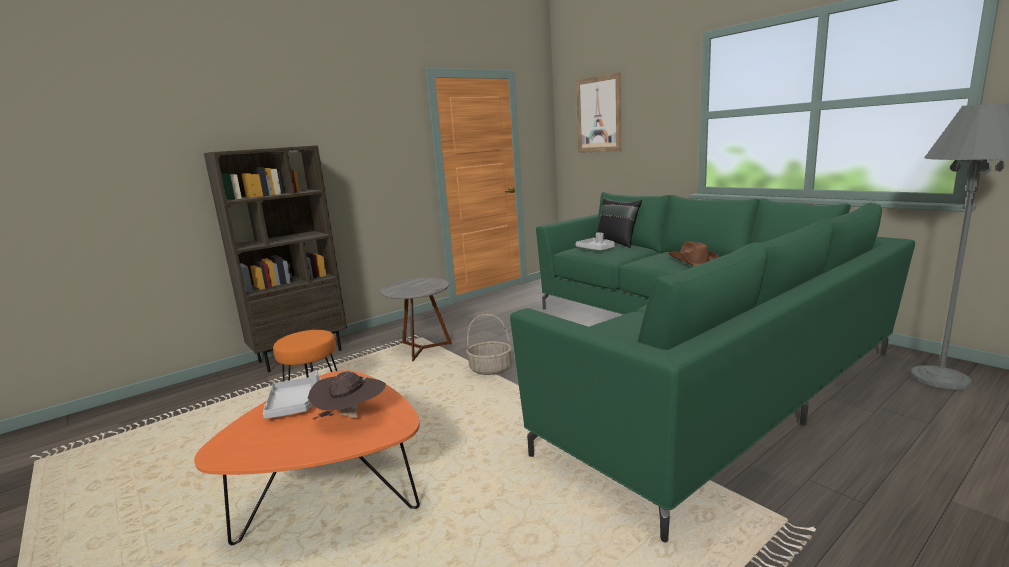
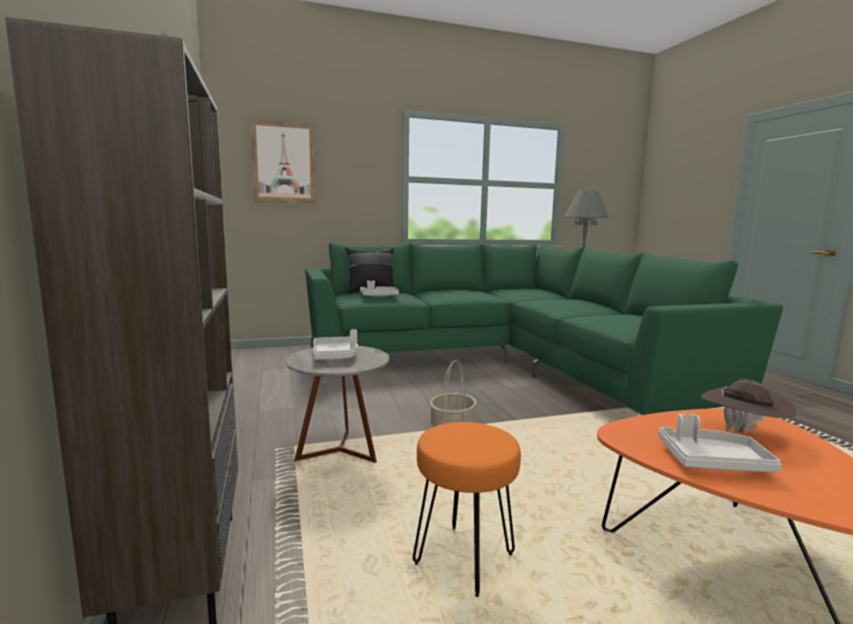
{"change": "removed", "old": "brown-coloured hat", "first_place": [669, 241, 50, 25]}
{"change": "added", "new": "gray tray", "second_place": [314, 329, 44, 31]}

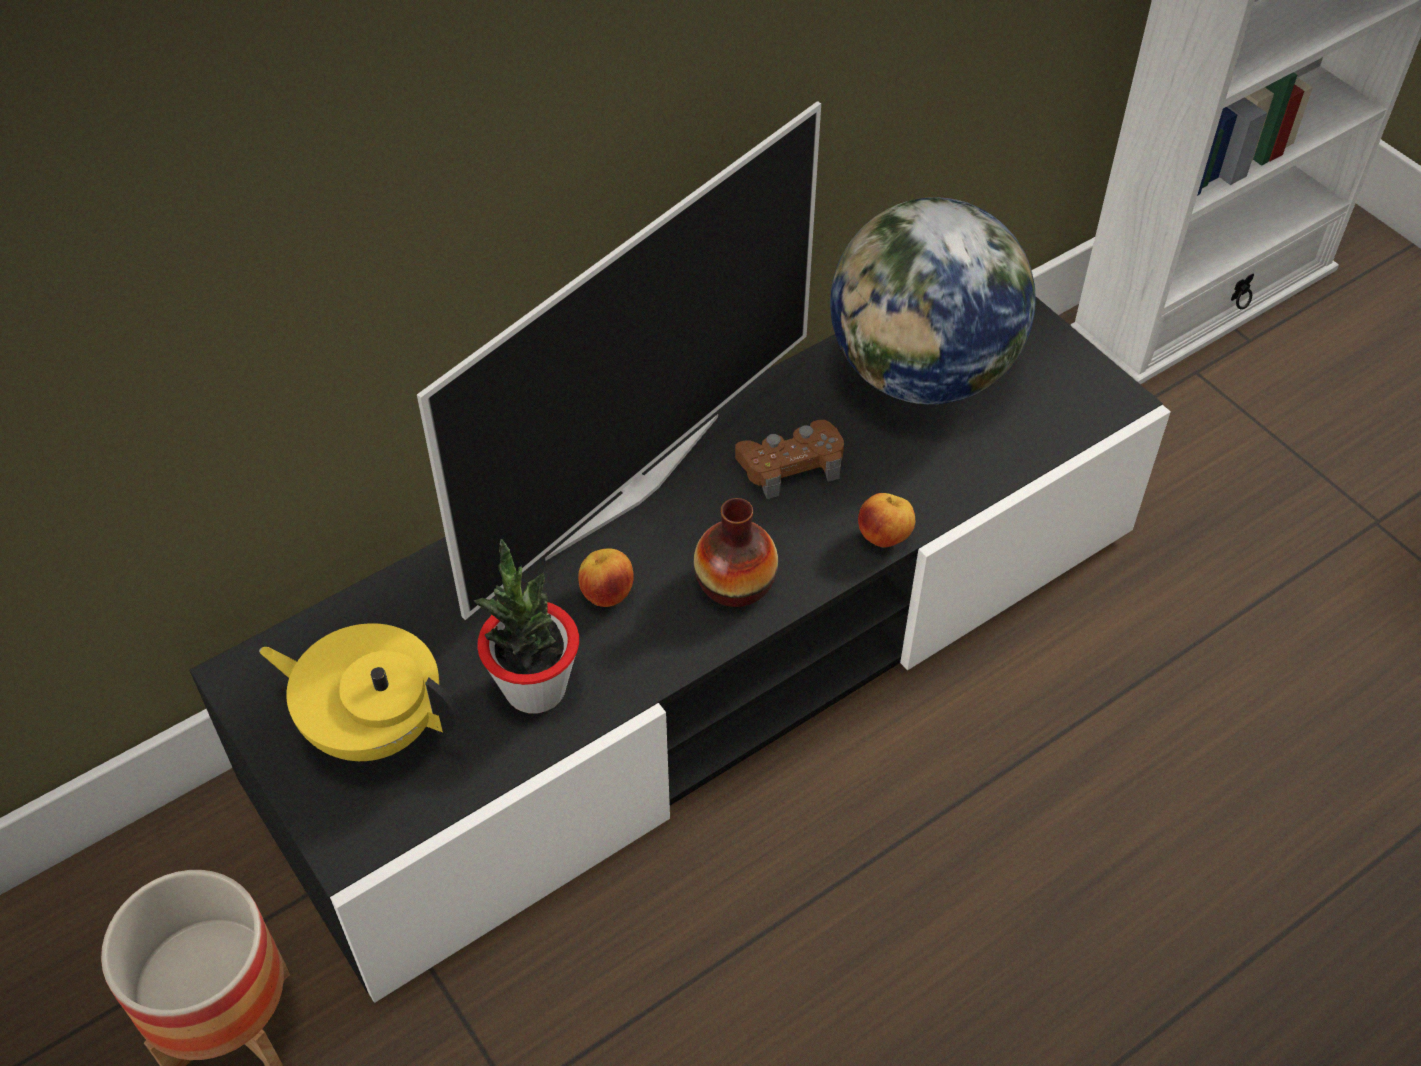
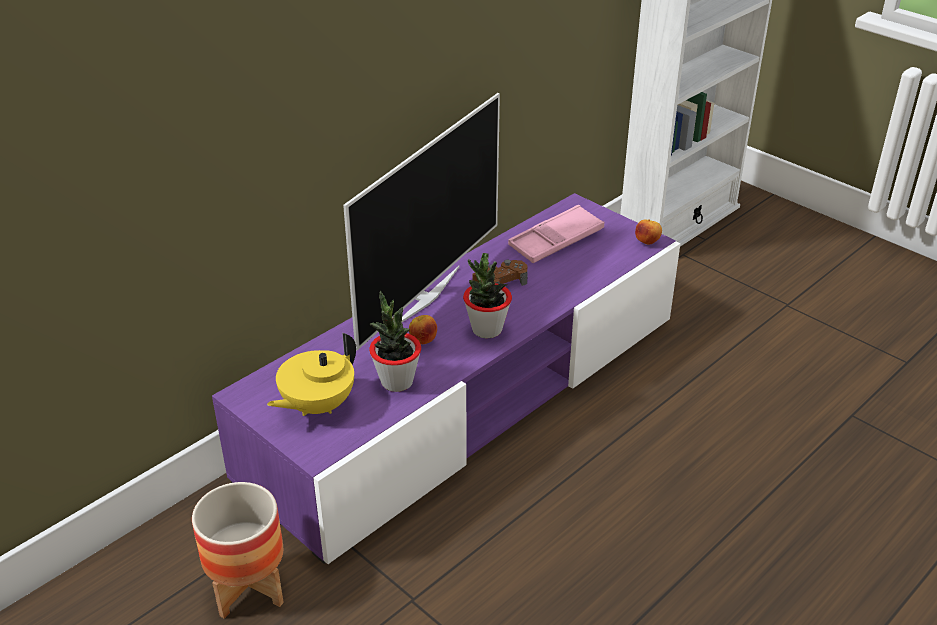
{"change": "moved", "old": "apple", "first_place": [858, 493, 57, 54], "second_place": [635, 219, 27, 26]}
{"change": "replaced", "old": "flower vase", "new": "plant in a pot", "first_place": [694, 498, 84, 109], "second_place": [463, 253, 49, 85]}
{"change": "replaced", "old": "world globe", "new": "pinkish tray", "first_place": [830, 197, 205, 207], "second_place": [508, 205, 96, 58]}
{"change": "recoloured", "old": "black tv unit", "new": "purple-coloured tv unit", "first_place": [189, 296, 982, 707], "second_place": [212, 193, 468, 371]}
{"change": "turned", "old": "yellowish teapot", "first_place": [259, 623, 200, 138], "second_place": [267, 333, 89, 83], "degrees": -60}

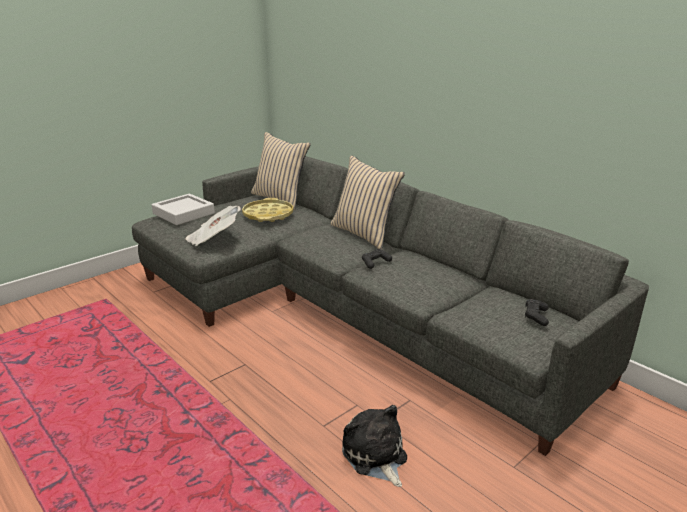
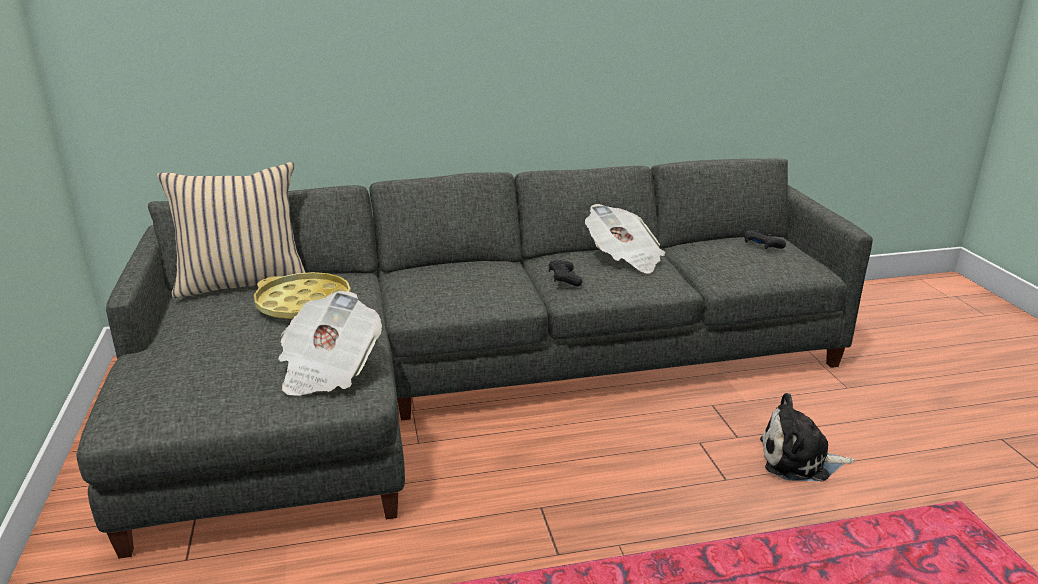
{"change": "removed", "old": "gray tray", "first_place": [152, 194, 63, 31]}
{"change": "removed", "old": "beige throw pillow", "first_place": [331, 155, 74, 95]}
{"change": "added", "new": "newspaper", "second_place": [585, 204, 80, 70]}

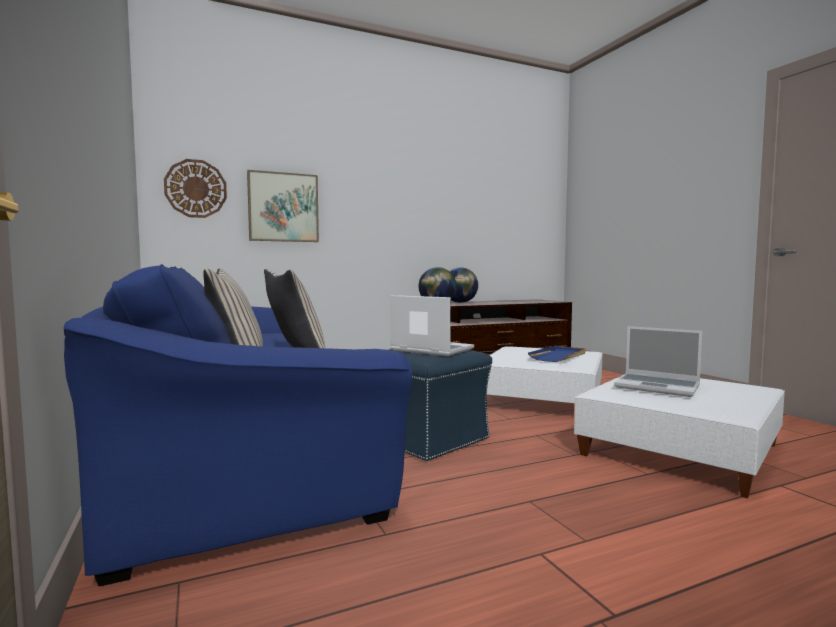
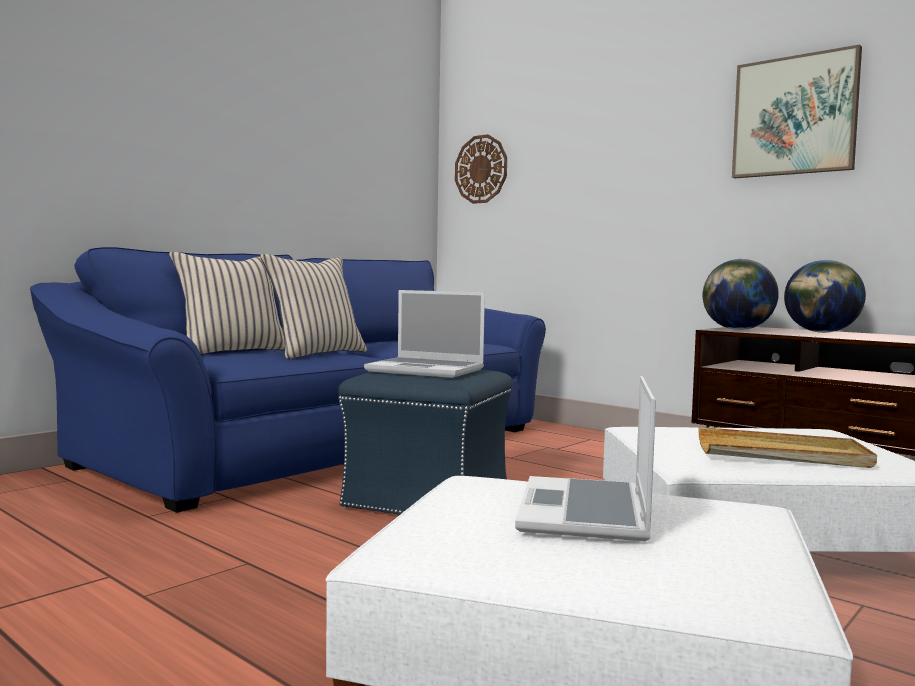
{"change": "moved", "old": "wall picture", "first_place": [247, 170, 72, 72], "second_place": [732, 44, 130, 134]}
{"change": "recoloured", "old": "blue tray", "new": "beige tray", "first_place": [528, 346, 57, 16], "second_place": [699, 427, 178, 41]}
{"change": "turned", "old": "portable computer", "first_place": [390, 295, 84, 61], "second_place": [364, 290, 121, 88], "degrees": 105}

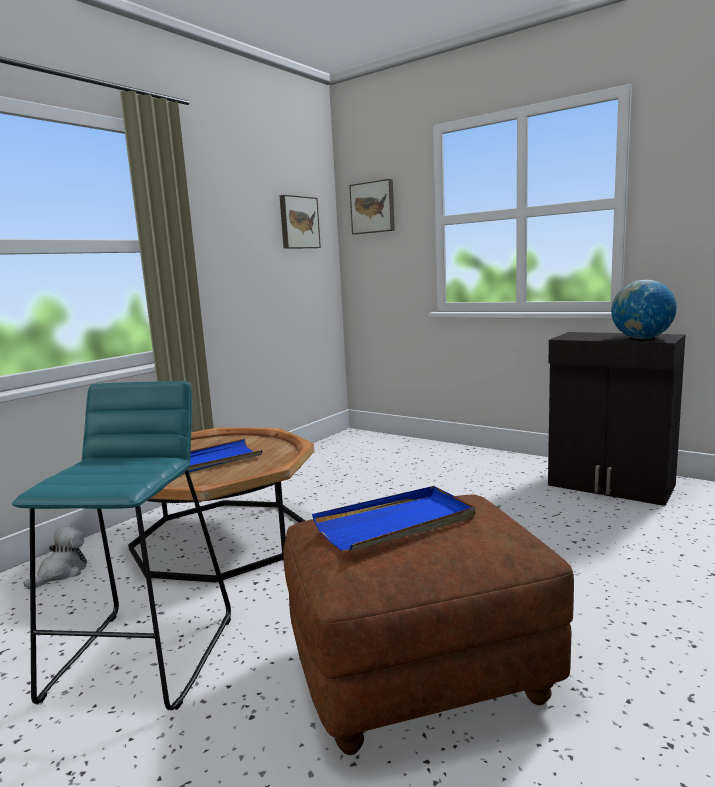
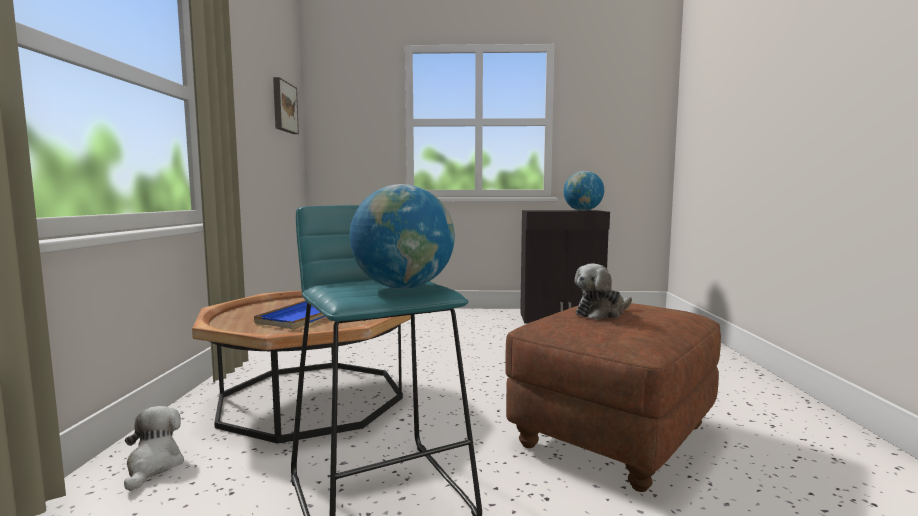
{"change": "removed", "old": "wall picture", "first_place": [349, 179, 46, 55]}
{"change": "added", "new": "world globe", "second_place": [349, 184, 106, 105]}
{"change": "replaced", "old": "blue tray", "new": "cuddly toy", "first_place": [312, 486, 163, 65], "second_place": [575, 264, 57, 56]}

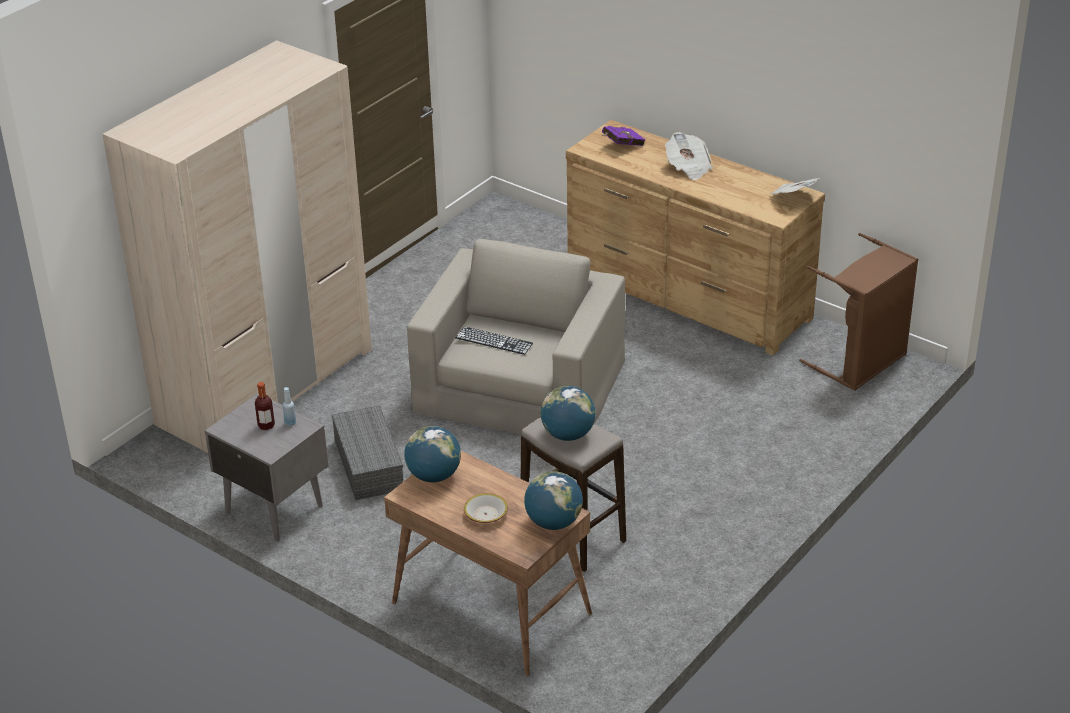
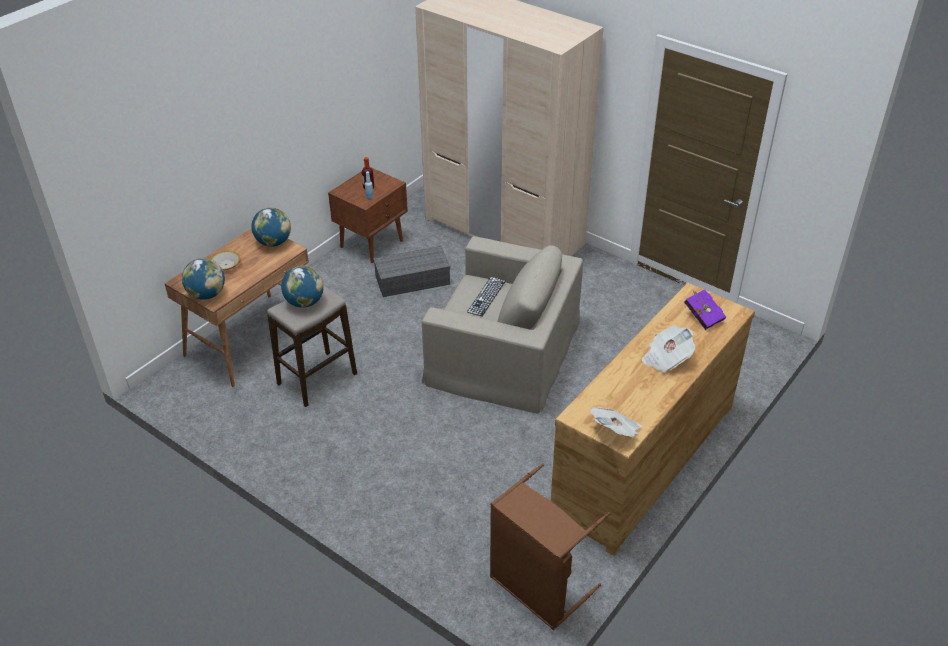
{"change": "recoloured", "old": "gray night table", "new": "brown-coloured night table", "first_place": [205, 393, 123, 149], "second_place": [328, 168, 80, 95]}

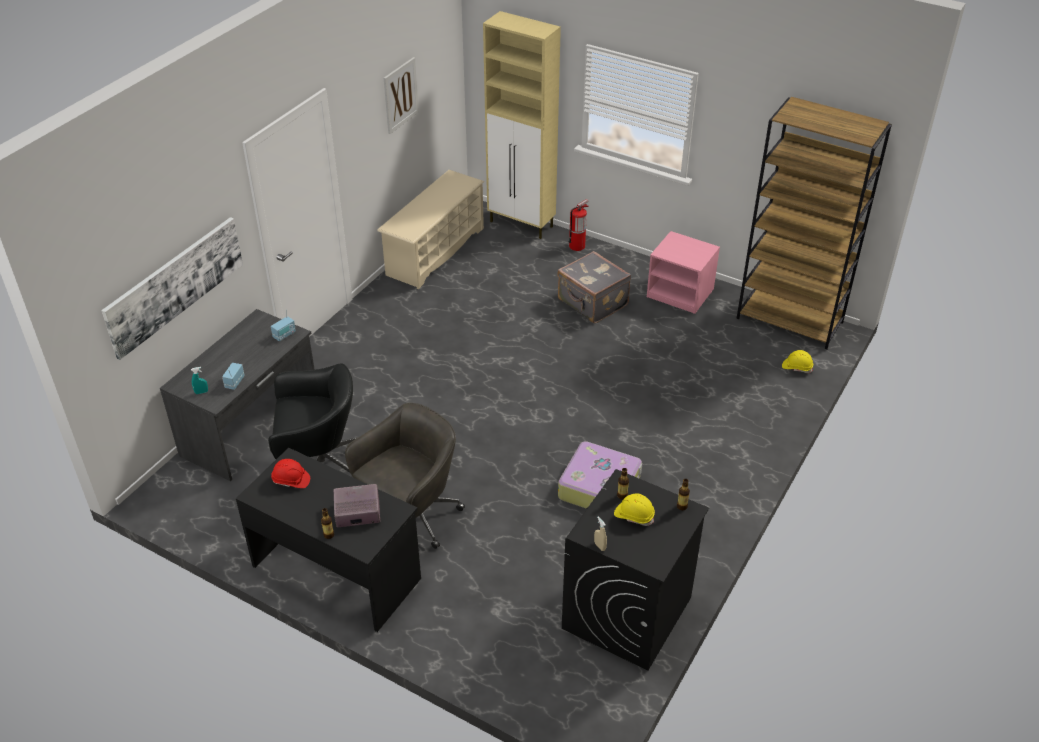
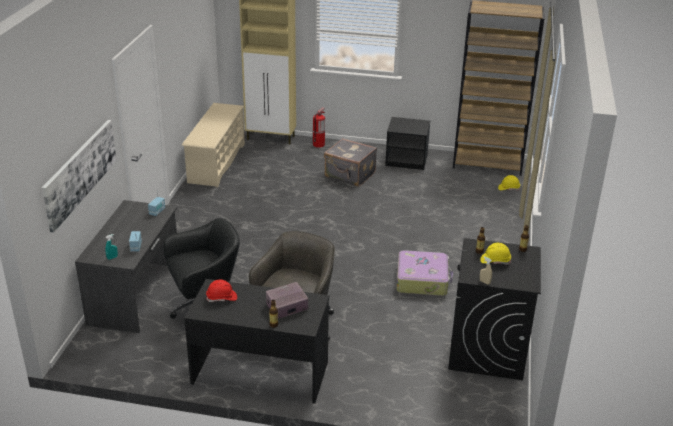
{"change": "removed", "old": "wall picture", "first_place": [384, 57, 35, 77]}
{"change": "recoloured", "old": "pinkish night table", "new": "black night table", "first_place": [647, 231, 73, 83], "second_place": [385, 117, 45, 53]}

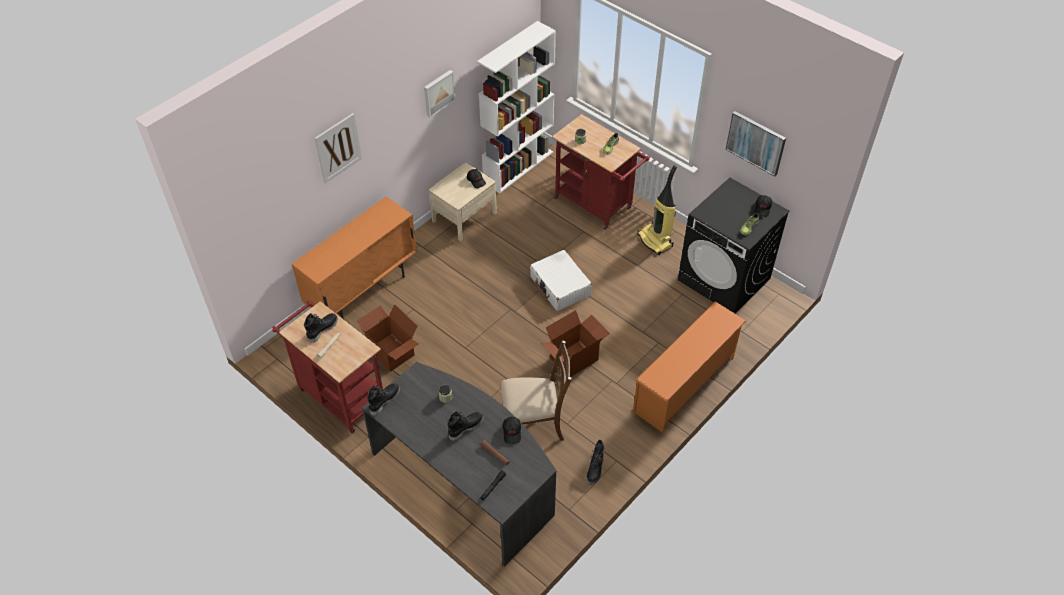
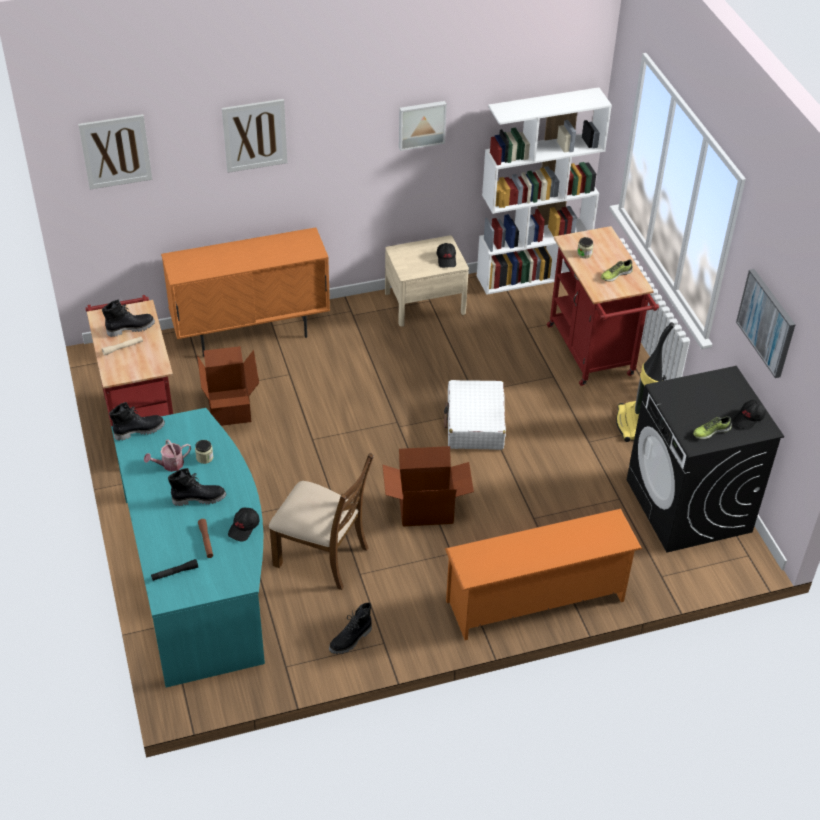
{"change": "added", "new": "wall picture", "second_place": [78, 114, 74, 76]}
{"change": "added", "new": "sprinkling can", "second_place": [144, 439, 47, 33]}
{"change": "recoloured", "old": "gray desk unit", "new": "turquoise desk unit", "first_place": [362, 362, 195, 205], "second_place": [111, 408, 154, 279]}

